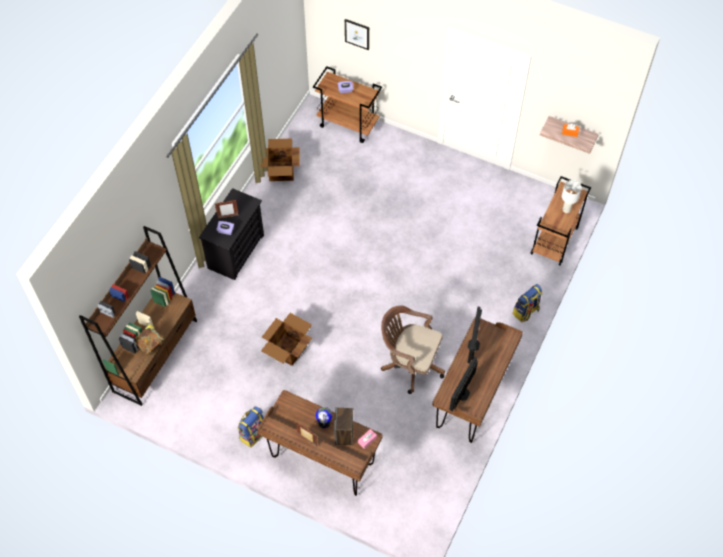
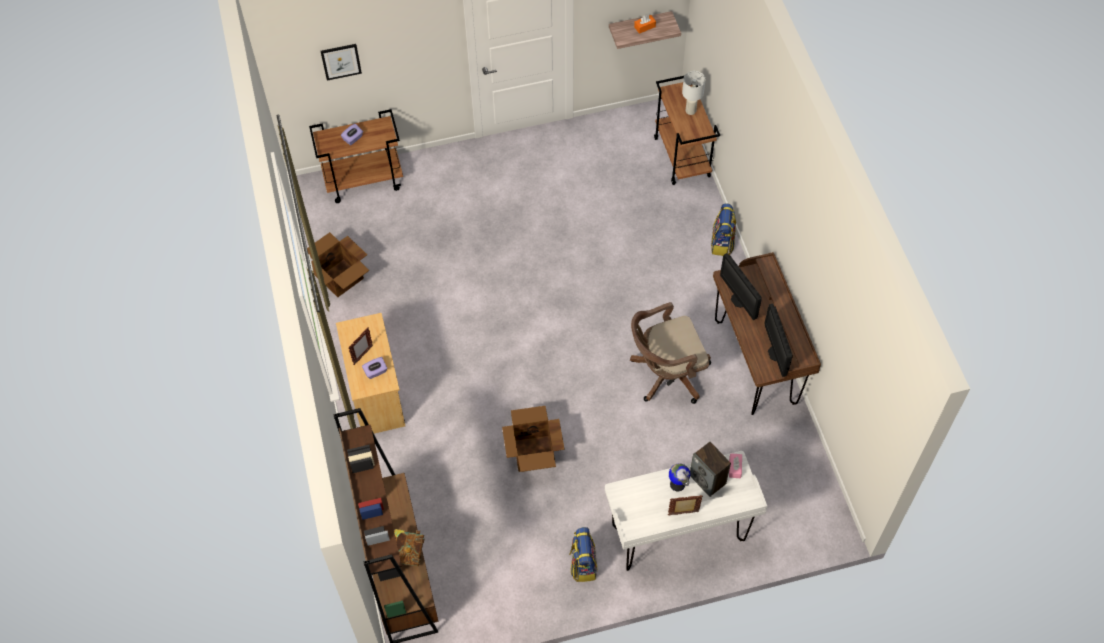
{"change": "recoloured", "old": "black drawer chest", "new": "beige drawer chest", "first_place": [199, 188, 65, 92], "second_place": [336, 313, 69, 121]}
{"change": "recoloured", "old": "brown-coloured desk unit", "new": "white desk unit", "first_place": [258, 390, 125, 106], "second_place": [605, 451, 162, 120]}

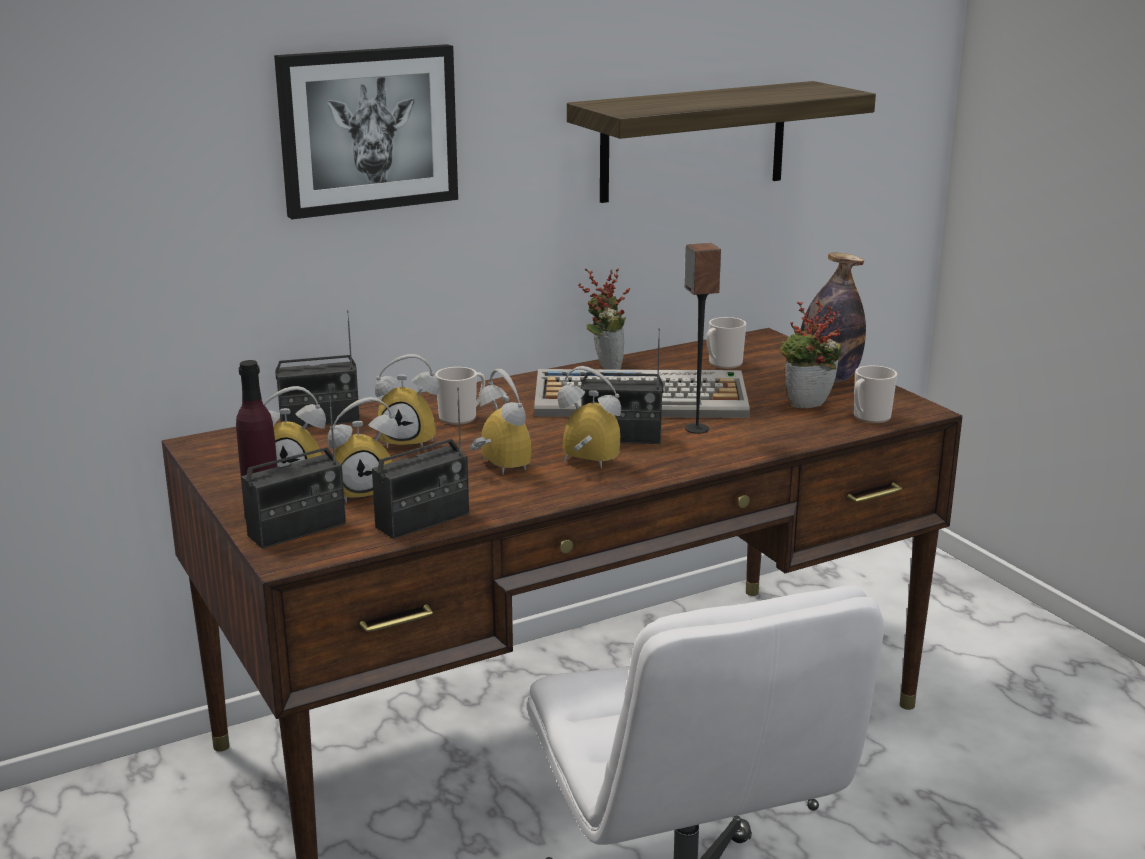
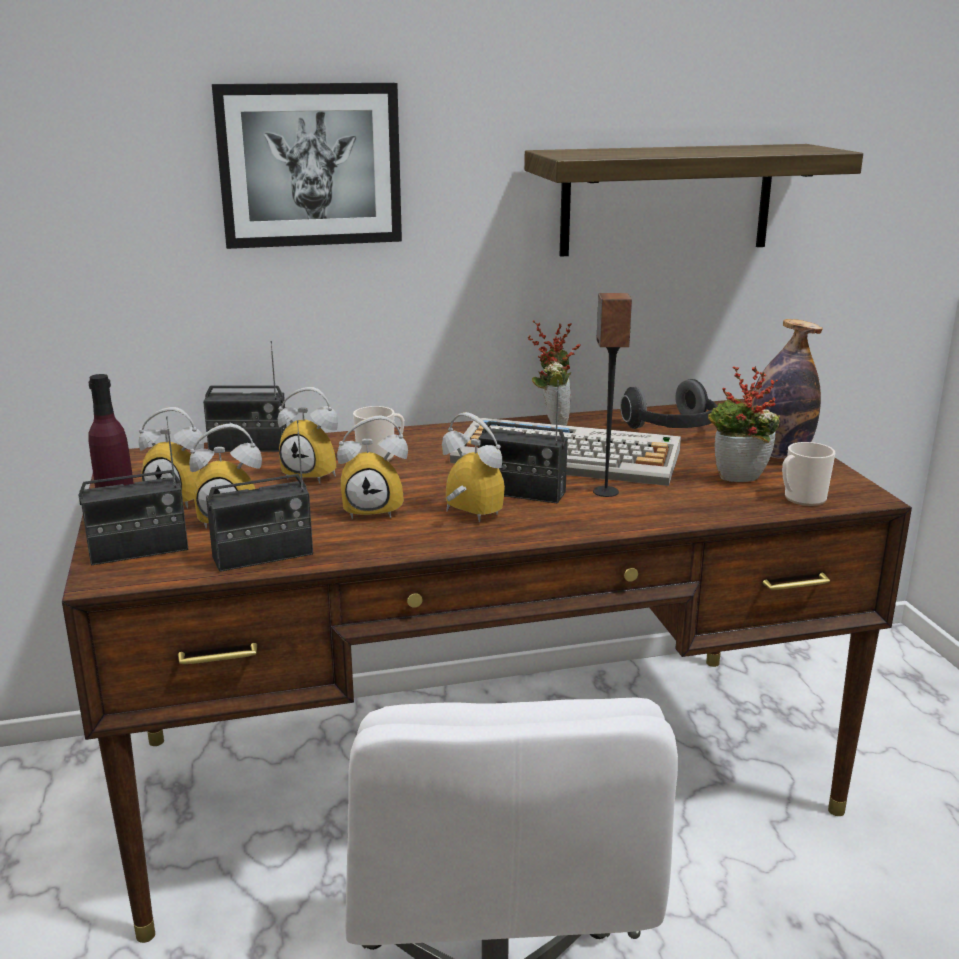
{"change": "replaced", "old": "tea mug", "new": "headset", "first_place": [706, 317, 40, 52], "second_place": [620, 379, 98, 50]}
{"change": "turned", "old": "bedside clock", "first_place": [470, 369, 62, 106], "second_place": [337, 415, 71, 105], "degrees": 105}

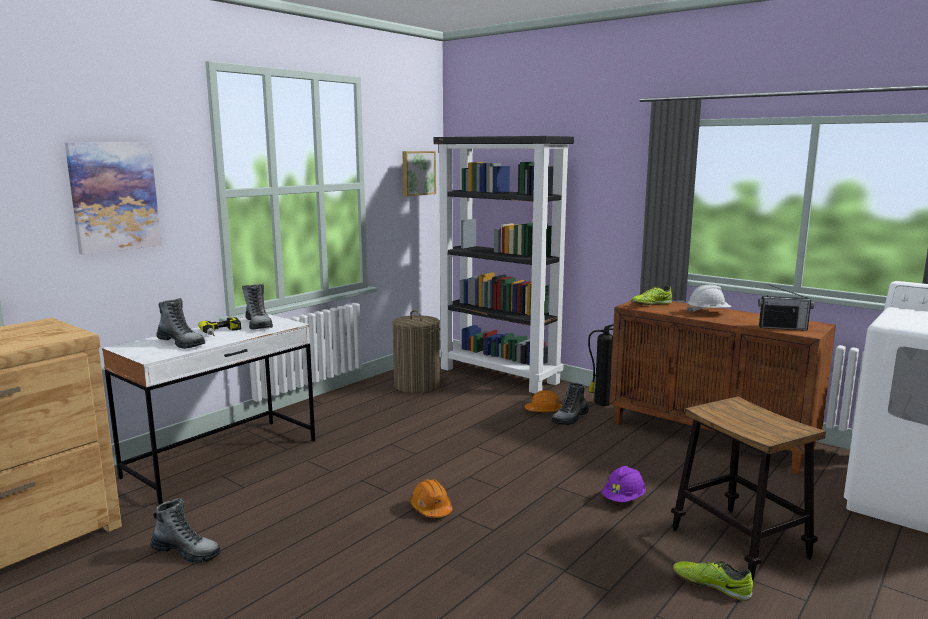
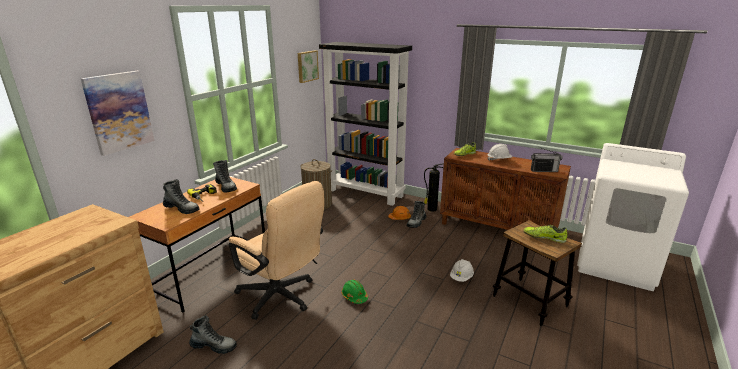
{"change": "added", "new": "beige office chair", "second_place": [229, 181, 95, 139]}
{"change": "moved", "old": "shoe", "first_place": [673, 561, 80, 40], "second_place": [523, 225, 44, 18]}
{"change": "recoloured", "old": "white desk unit", "new": "brown-coloured desk unit", "first_place": [102, 314, 213, 190], "second_place": [129, 177, 136, 135]}
{"change": "recoloured", "old": "orange-coloured safety helmet", "new": "green-coloured safety helmet", "first_place": [410, 479, 43, 39], "second_place": [341, 280, 27, 24]}
{"change": "recoloured", "old": "purple-coloured safety helmet", "new": "white safety helmet", "first_place": [602, 466, 44, 36], "second_place": [450, 259, 24, 23]}

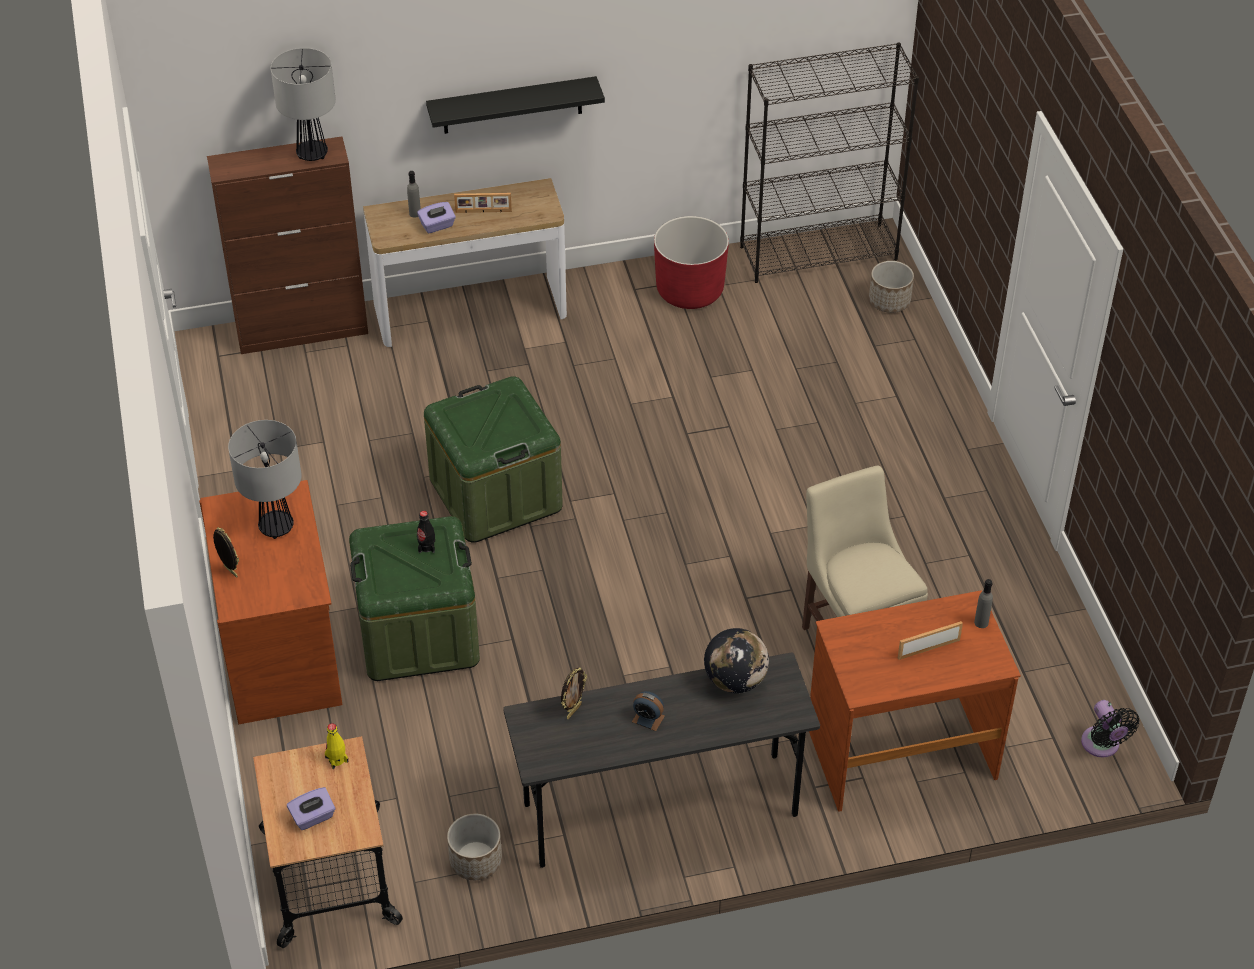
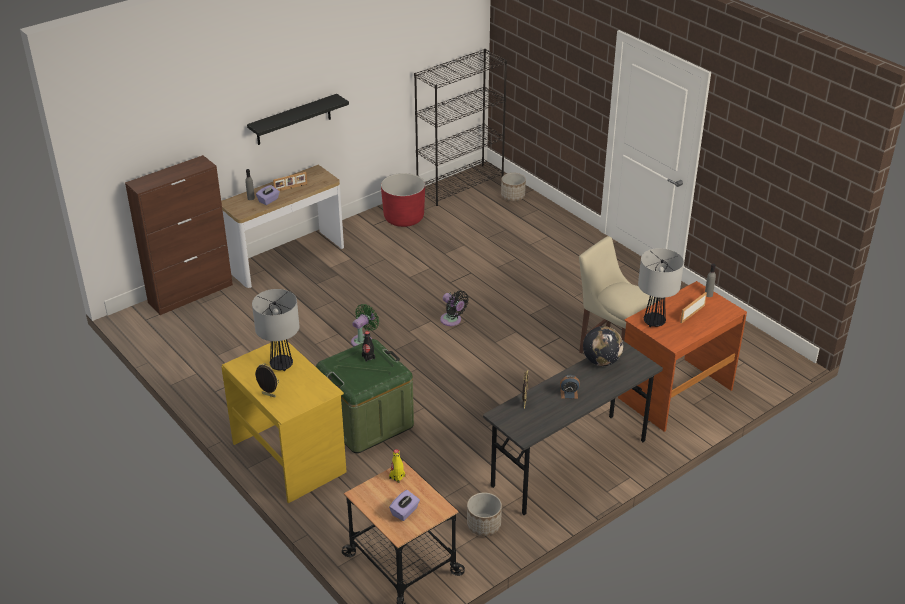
{"change": "moved", "old": "table lamp", "first_place": [271, 48, 65, 113], "second_place": [638, 248, 46, 79]}
{"change": "moved", "old": "black cooling fan", "first_place": [1081, 700, 58, 58], "second_place": [440, 291, 29, 35]}
{"change": "replaced", "old": "green-coloured storage bin", "new": "green-coloured cooling fan", "first_place": [424, 376, 139, 167], "second_place": [351, 304, 28, 43]}
{"change": "recoloured", "old": "brown-coloured desk unit", "new": "yellowish desk unit", "first_place": [199, 480, 144, 244], "second_place": [221, 340, 126, 163]}

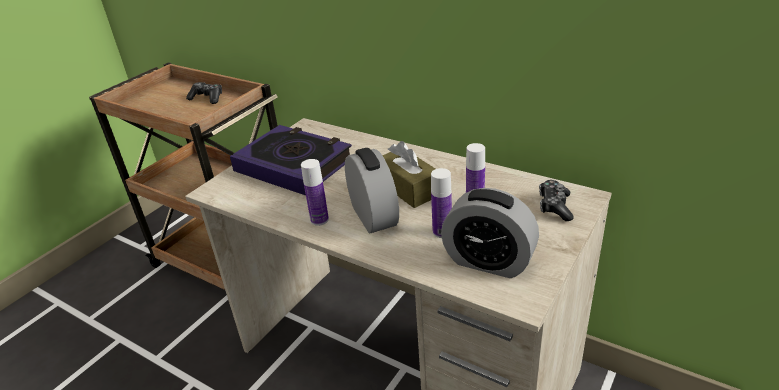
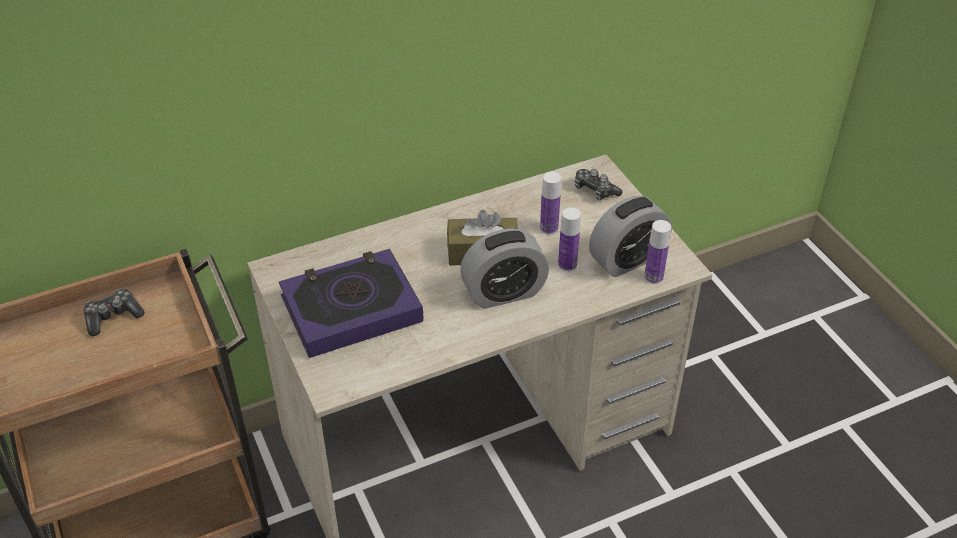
{"change": "moved", "old": "drink bottle", "first_place": [301, 159, 28, 67], "second_place": [644, 220, 27, 64]}
{"change": "turned", "old": "bedside clock", "first_place": [345, 148, 54, 85], "second_place": [460, 228, 89, 81], "degrees": 150}

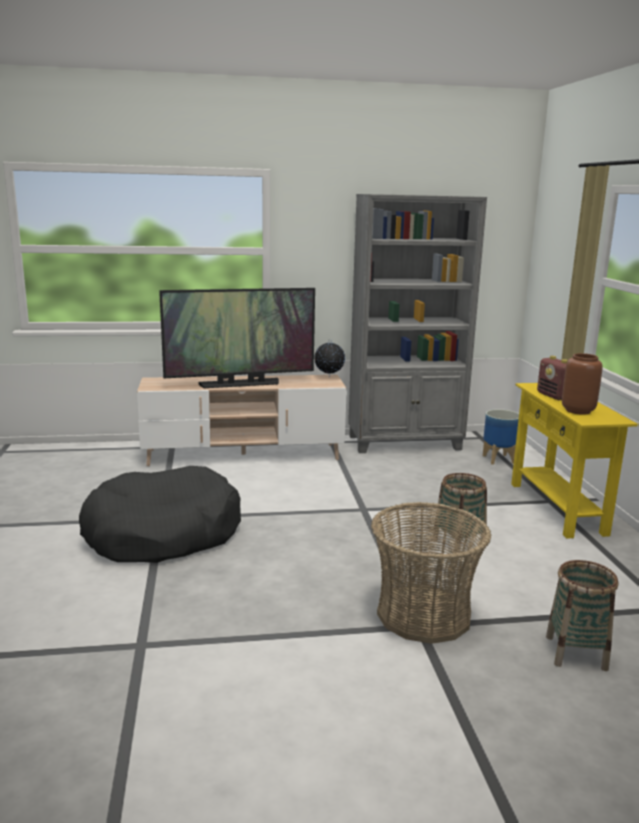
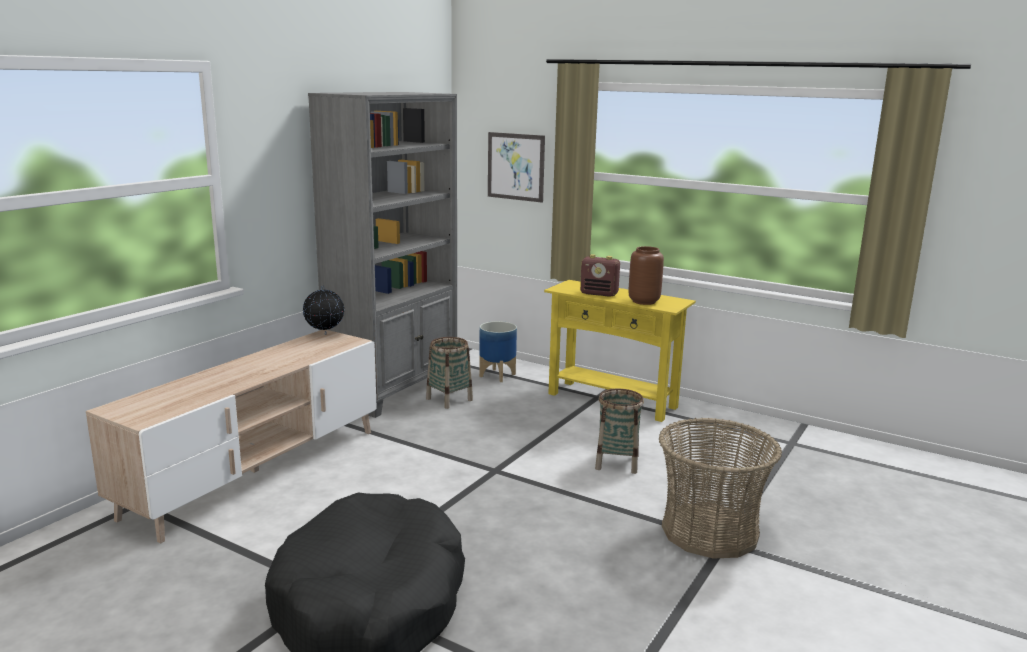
{"change": "removed", "old": "TV set", "first_place": [159, 288, 156, 100]}
{"change": "added", "new": "wall picture", "second_place": [488, 132, 57, 71]}
{"change": "moved", "old": "storage basket", "first_place": [546, 560, 73, 111], "second_place": [426, 337, 47, 72]}

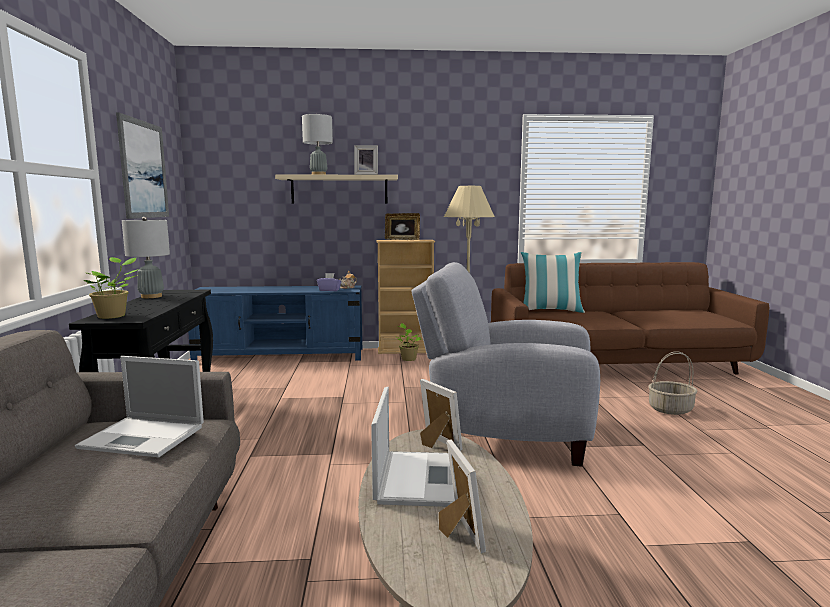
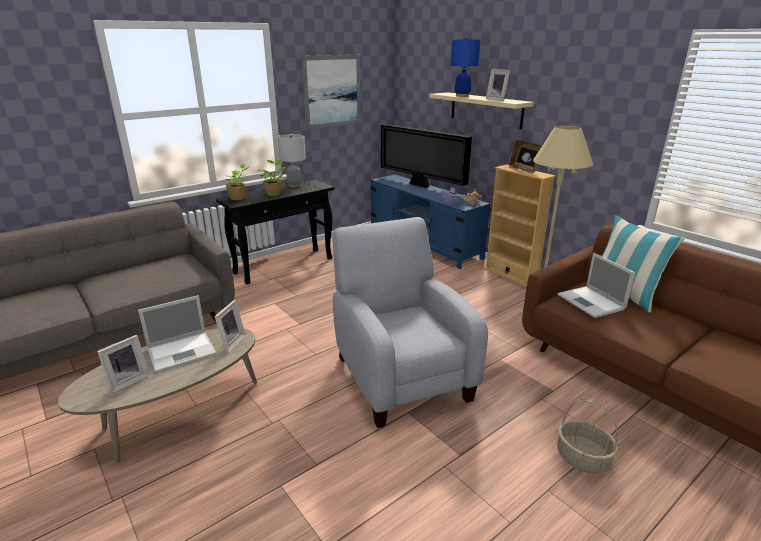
{"change": "added", "new": "TV set", "second_place": [381, 124, 91, 64]}
{"change": "moved", "old": "portable computer", "first_place": [75, 356, 129, 101], "second_place": [558, 253, 77, 65]}
{"change": "moved", "old": "plant in a pot", "first_place": [397, 323, 24, 38], "second_place": [257, 159, 29, 37]}
{"change": "recoloured", "old": "gray table lamp", "new": "blue table lamp", "first_place": [302, 114, 31, 61], "second_place": [451, 37, 29, 60]}

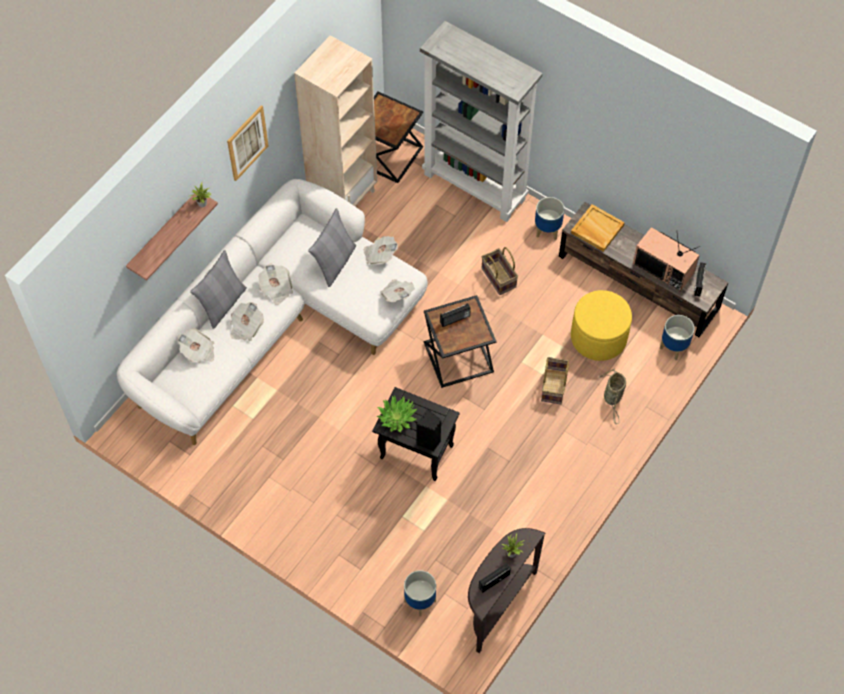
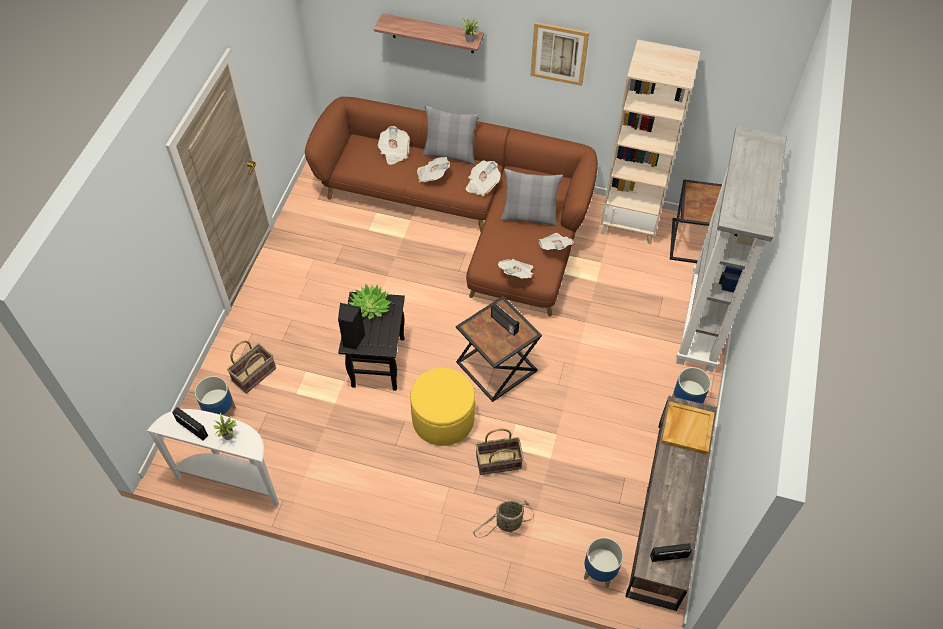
{"change": "removed", "old": "TV set", "first_place": [633, 227, 67, 64]}
{"change": "moved", "old": "storage basket", "first_place": [482, 247, 36, 48], "second_place": [227, 340, 49, 54]}
{"change": "moved", "old": "yellowish ottoman", "first_place": [571, 290, 61, 71], "second_place": [410, 368, 65, 78]}
{"change": "recoloured", "old": "white sofa", "new": "brown-coloured sofa", "first_place": [117, 179, 311, 266], "second_place": [305, 97, 293, 219]}
{"change": "recoloured", "old": "brown-coloured narrow table", "new": "white narrow table", "first_place": [468, 528, 77, 125], "second_place": [147, 409, 132, 98]}

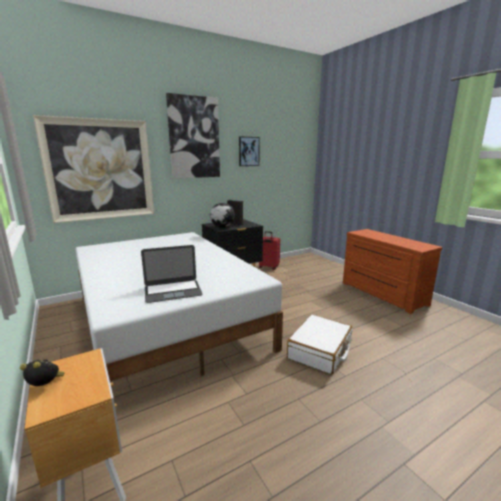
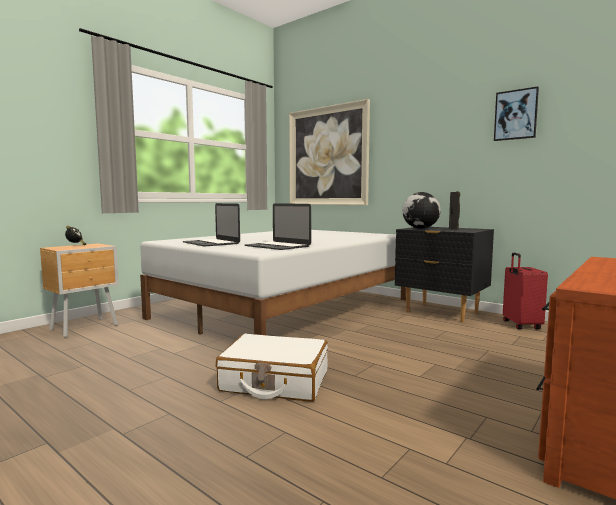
{"change": "removed", "old": "wall picture", "first_place": [166, 93, 54, 85]}
{"change": "added", "new": "portable computer", "second_place": [245, 203, 66, 47]}

